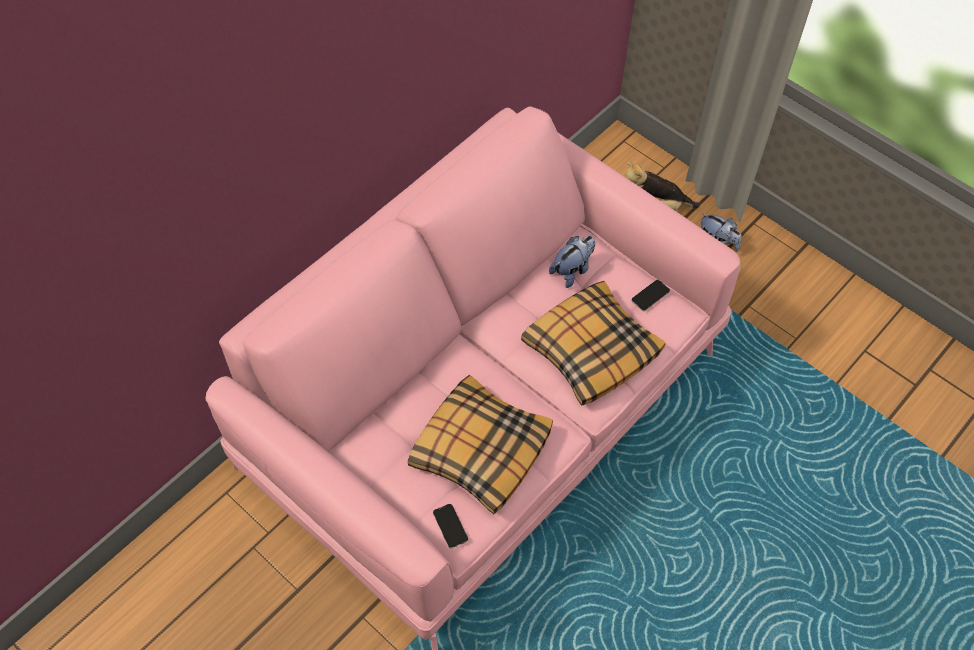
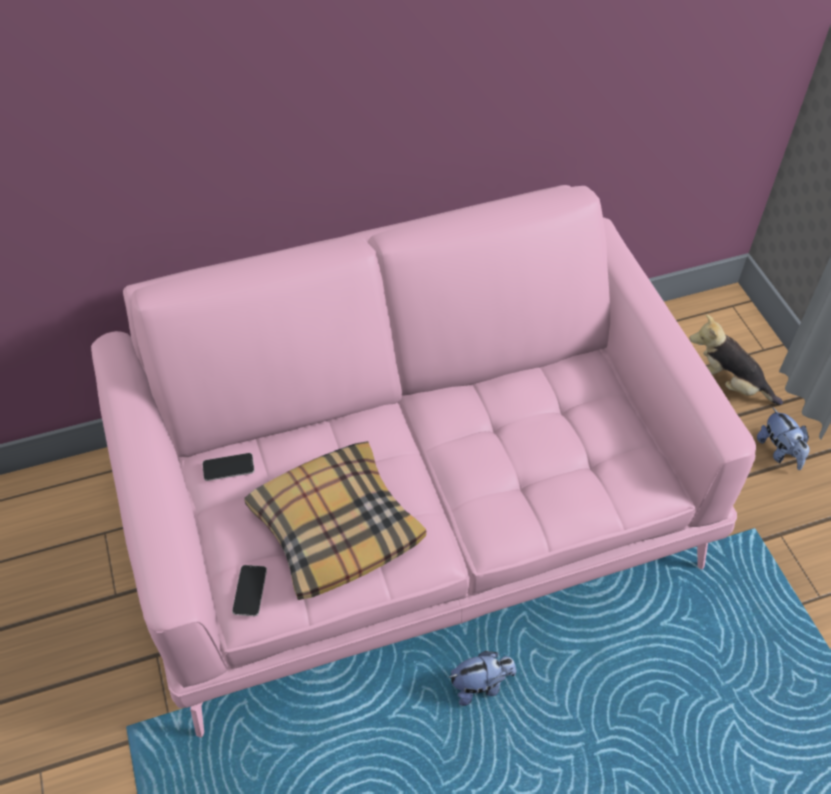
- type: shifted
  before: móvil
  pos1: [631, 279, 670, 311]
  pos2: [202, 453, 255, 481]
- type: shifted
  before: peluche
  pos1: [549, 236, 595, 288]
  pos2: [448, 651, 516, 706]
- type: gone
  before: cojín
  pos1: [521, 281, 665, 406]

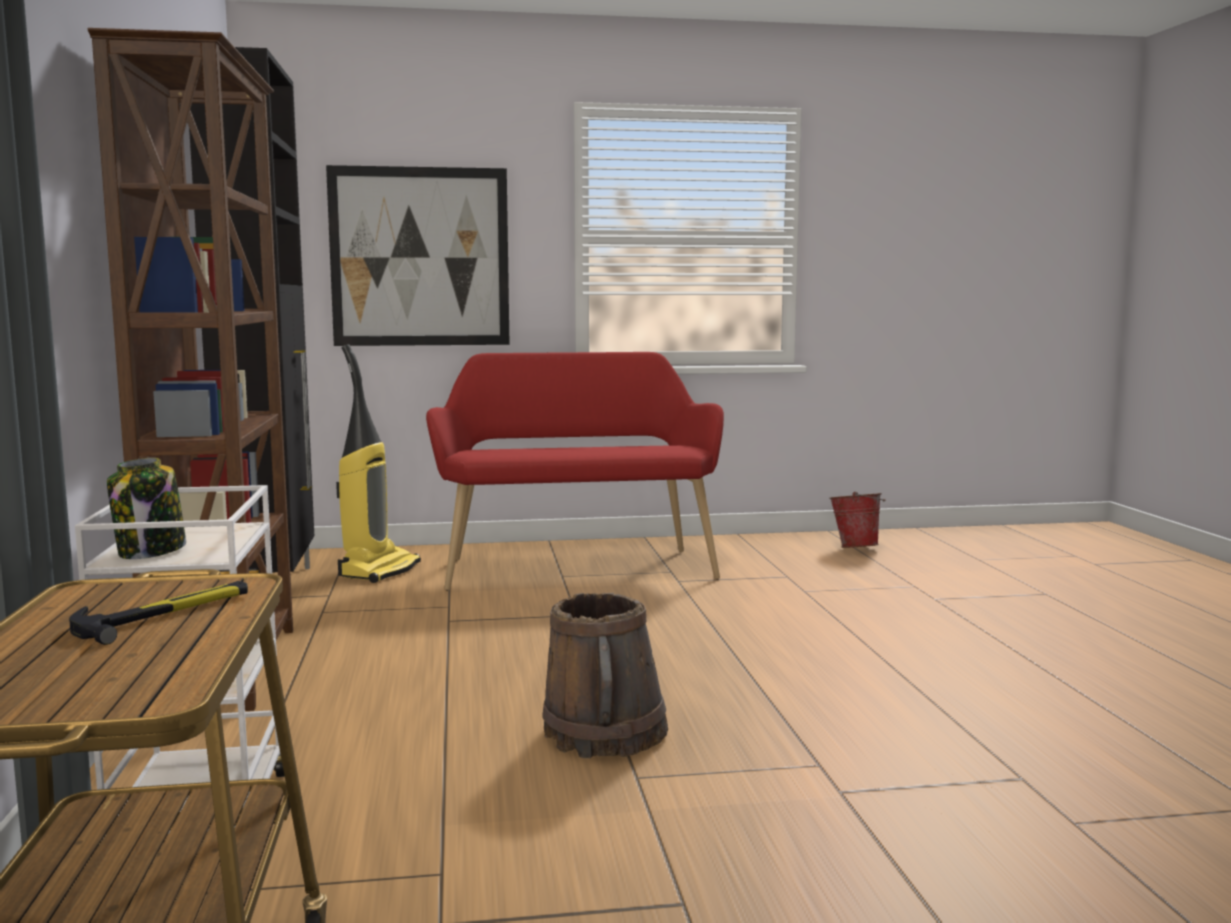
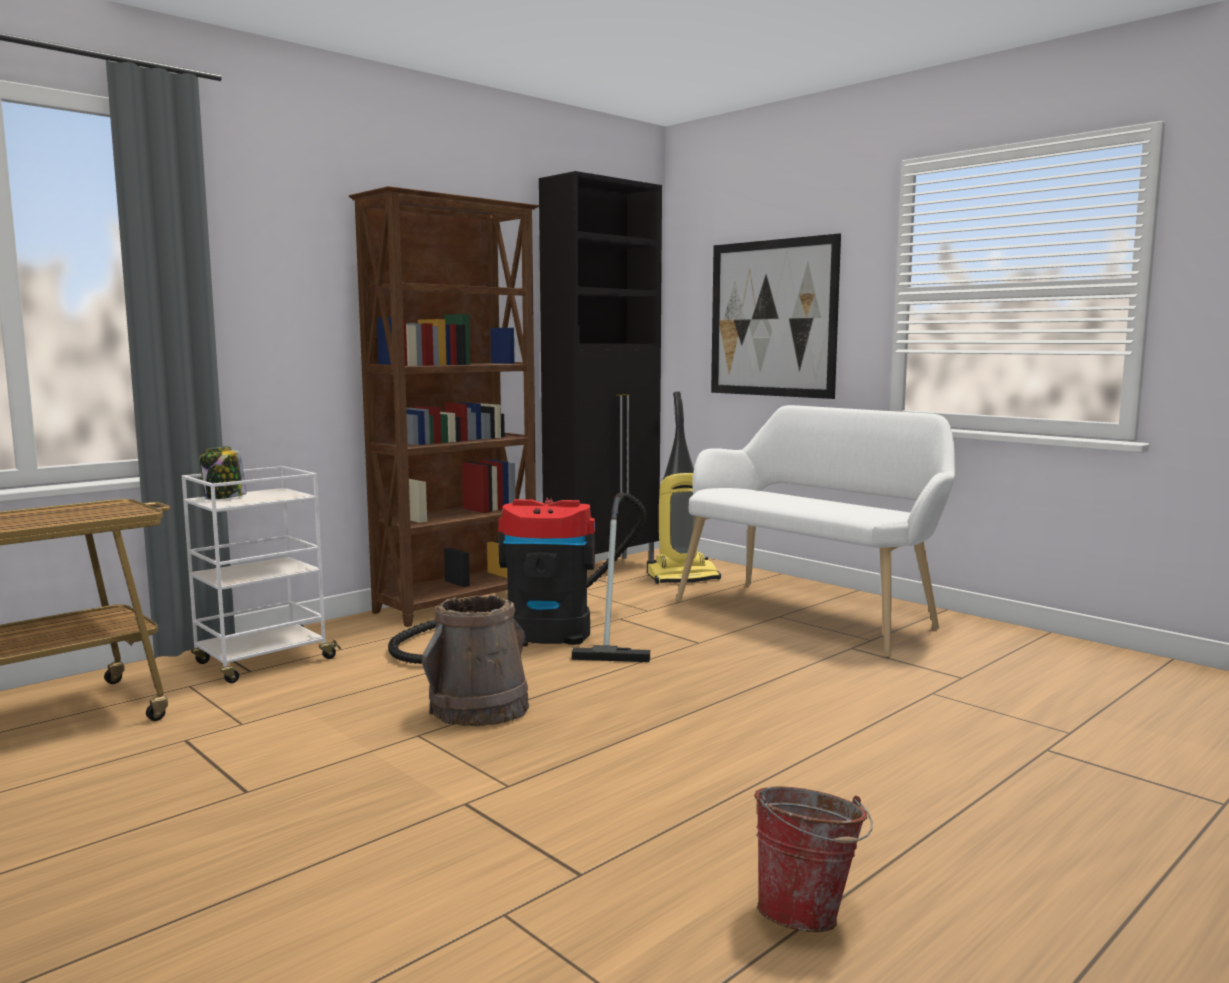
- type: new
  after: aspiradora
  pos2: [388, 493, 650, 664]
- type: repainted
  before: banco [rojo]
  after: banco [blanco]
  pos1: [426, 352, 724, 591]
  pos2: [676, 405, 955, 658]
- type: shifted
  before: cubo
  pos1: [829, 492, 886, 548]
  pos2: [754, 786, 873, 932]
- type: gone
  before: martillo
  pos1: [69, 581, 248, 645]

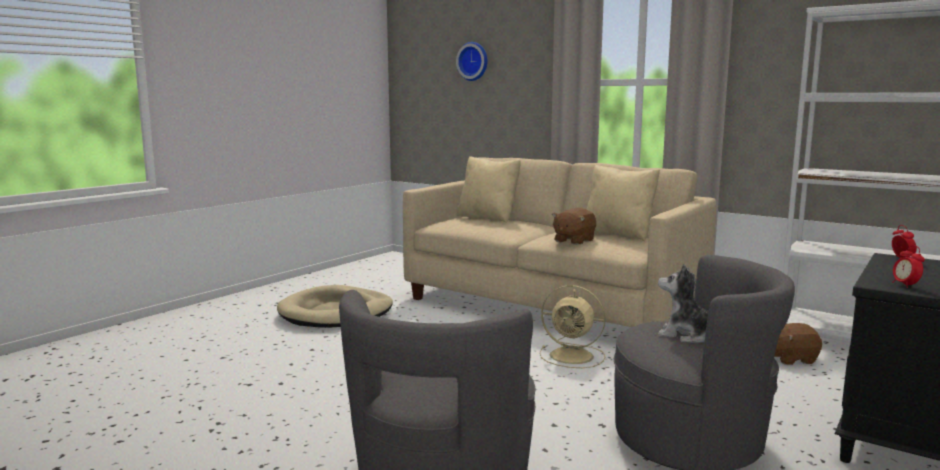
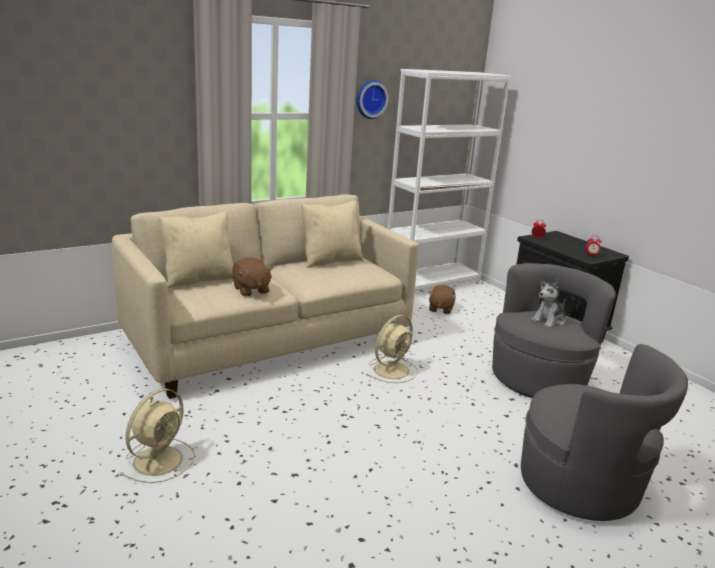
- type: swapped
  before: cama para perro [beis]
  after: ventilador [beis]
  pos1: [277, 285, 393, 328]
  pos2: [119, 388, 195, 483]
- type: shifted
  before: peluche [marrón]
  pos1: [552, 208, 596, 245]
  pos2: [232, 257, 273, 296]
- type: shifted
  before: reloj de pared
  pos1: [456, 42, 488, 81]
  pos2: [357, 80, 389, 119]

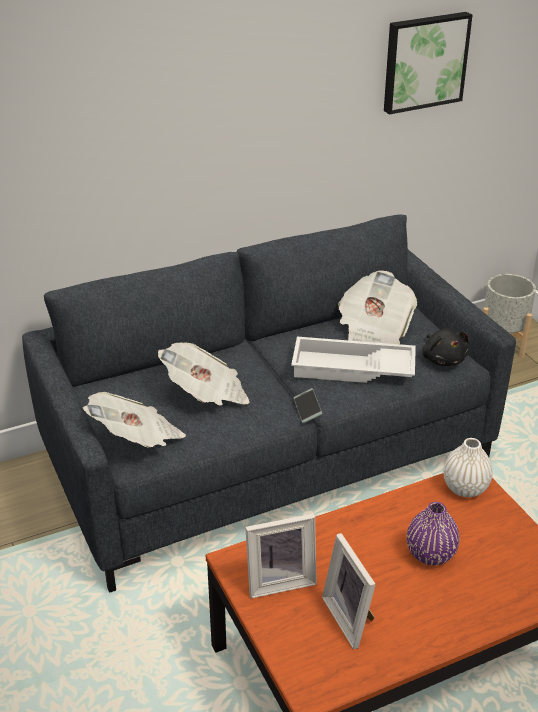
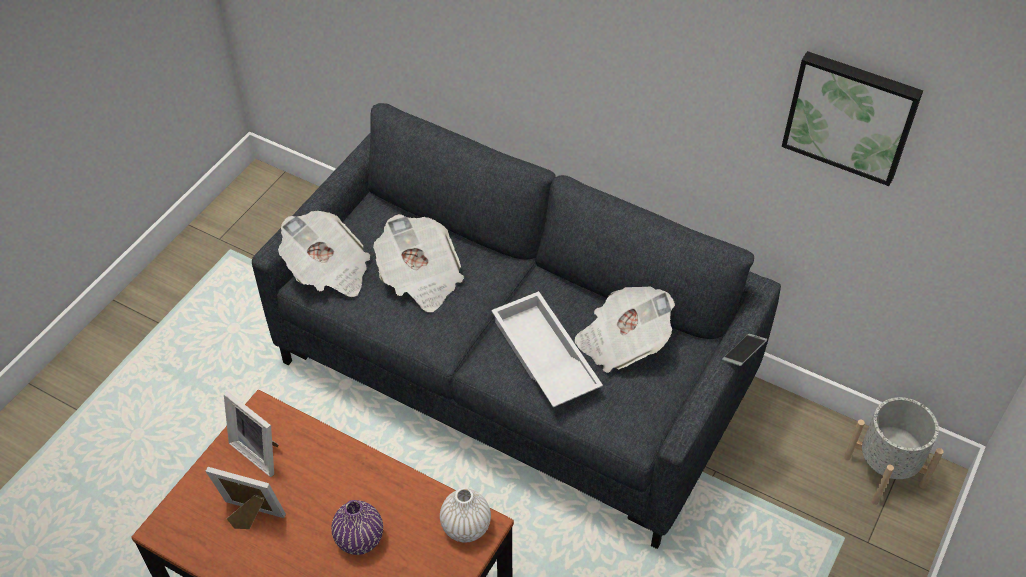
- type: rotated
  before: portarretratos
  pos1: [322, 533, 376, 649]
  pos2: [206, 467, 286, 529]
  turn: 75
- type: shifted
  before: móvil
  pos1: [294, 388, 322, 423]
  pos2: [722, 334, 767, 366]
- type: gone
  before: peluche [negro]
  pos1: [422, 328, 469, 366]

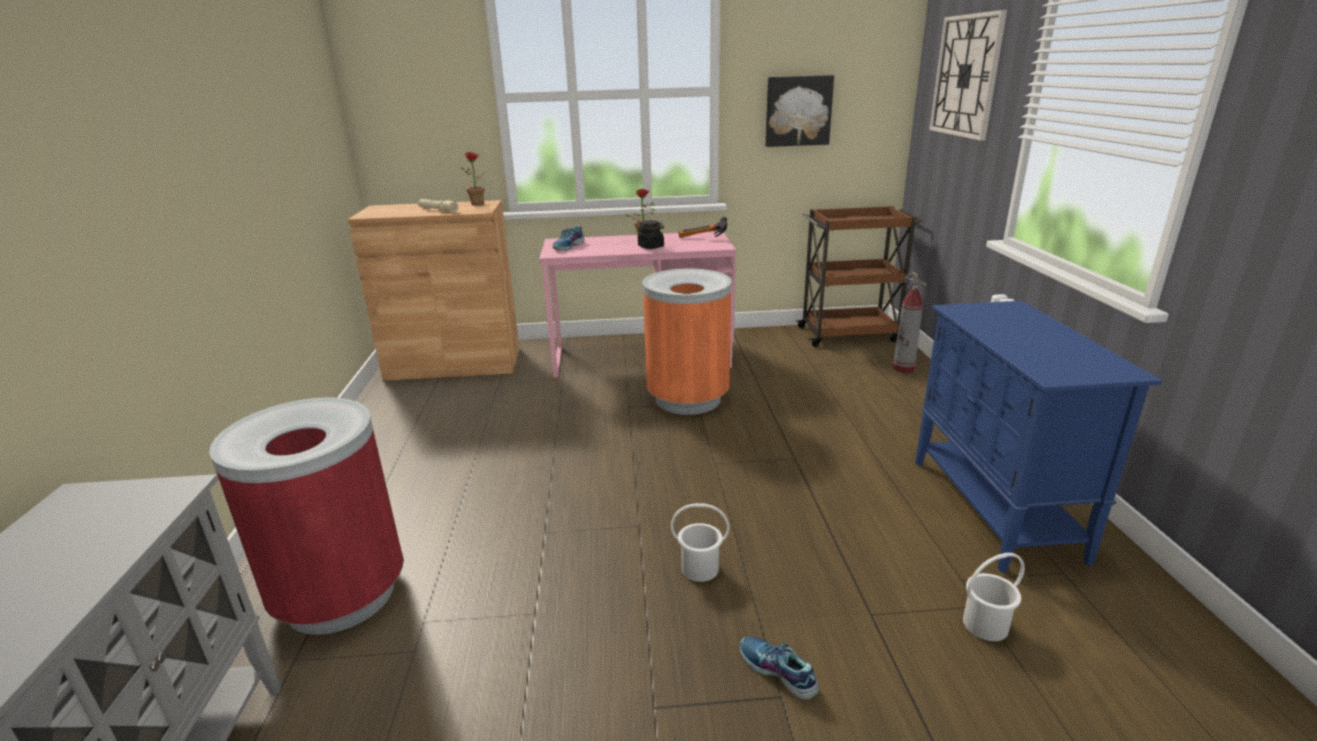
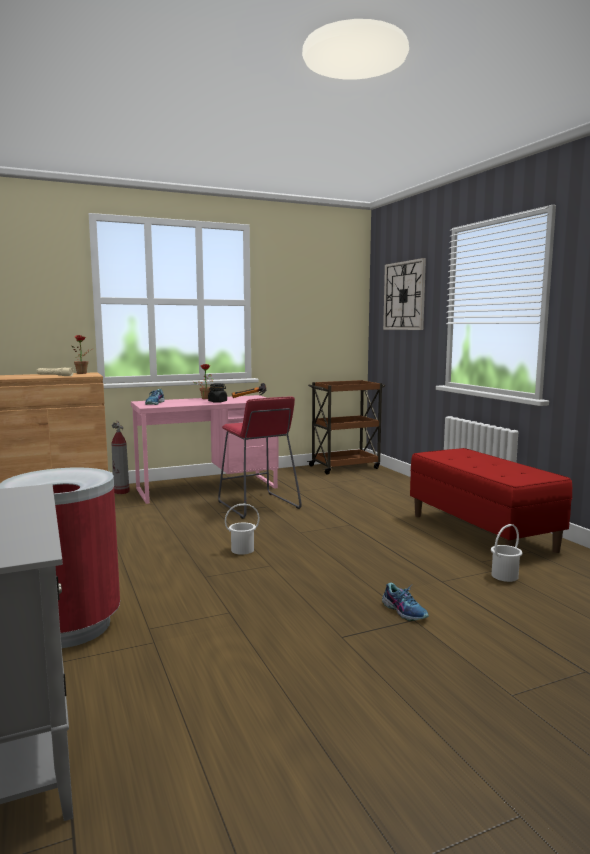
- type: shifted
  before: extintor
  pos1: [893, 271, 926, 373]
  pos2: [112, 420, 130, 494]
- type: swapped
  before: papelera [naranja]
  after: taburete [rojo]
  pos1: [643, 269, 732, 415]
  pos2: [218, 396, 302, 519]
- type: shifted
  before: cubo [blanco]
  pos1: [671, 503, 730, 582]
  pos2: [225, 503, 260, 555]
- type: rotated
  before: zapato
  pos1: [740, 637, 819, 700]
  pos2: [382, 583, 429, 621]
  turn: -150
- type: swapped
  before: armario [azul]
  after: banco [rojo]
  pos1: [915, 301, 1162, 572]
  pos2: [410, 448, 572, 553]
- type: gone
  before: cuadro
  pos1: [765, 75, 834, 147]

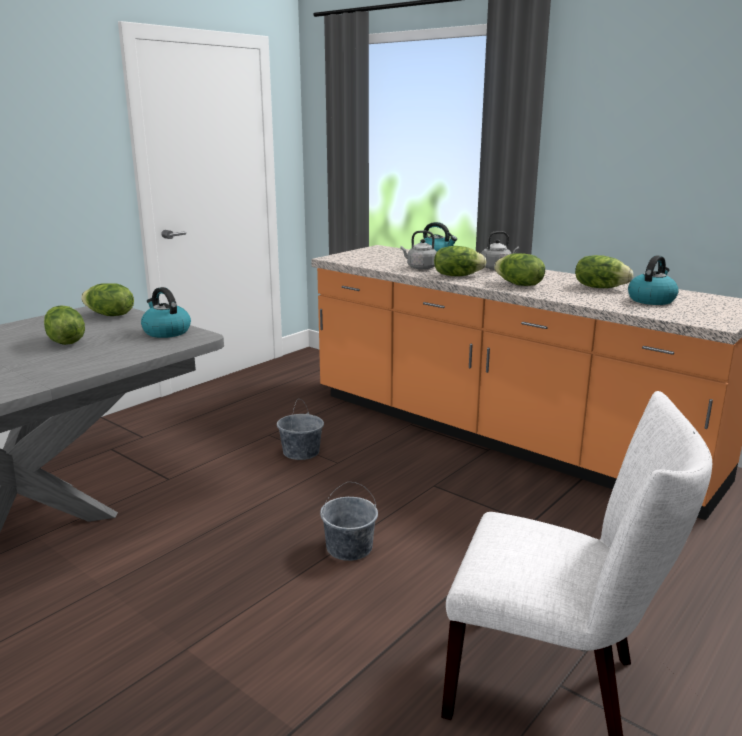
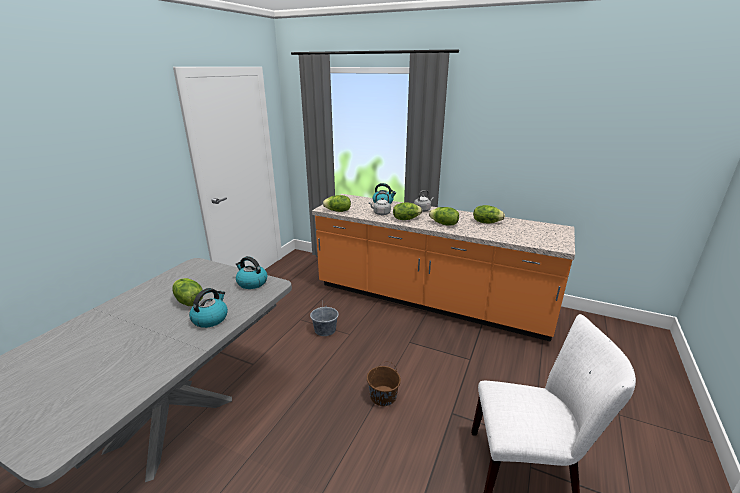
- type: shifted
  before: hervidor
  pos1: [628, 255, 679, 305]
  pos2: [189, 288, 228, 328]
- type: shifted
  before: lechuga
  pos1: [81, 283, 134, 316]
  pos2: [323, 195, 351, 212]
- type: repainted
  before: cubo [gris]
  after: cubo [marrón]
  pos1: [320, 482, 378, 561]
  pos2: [367, 362, 401, 406]

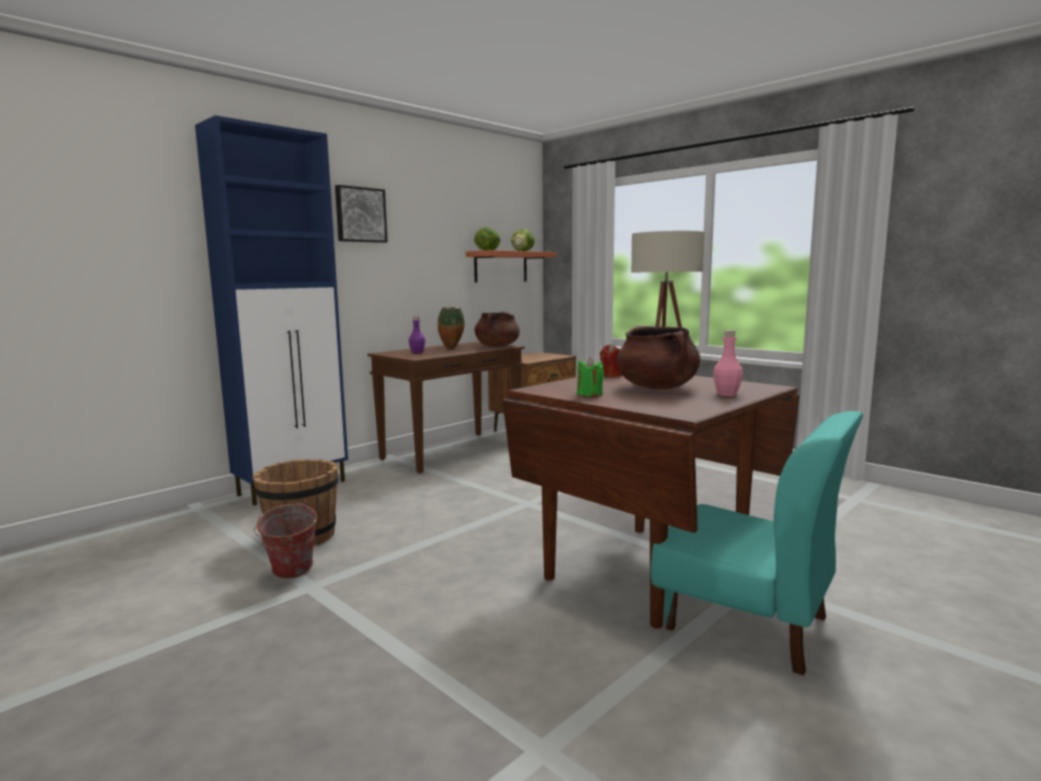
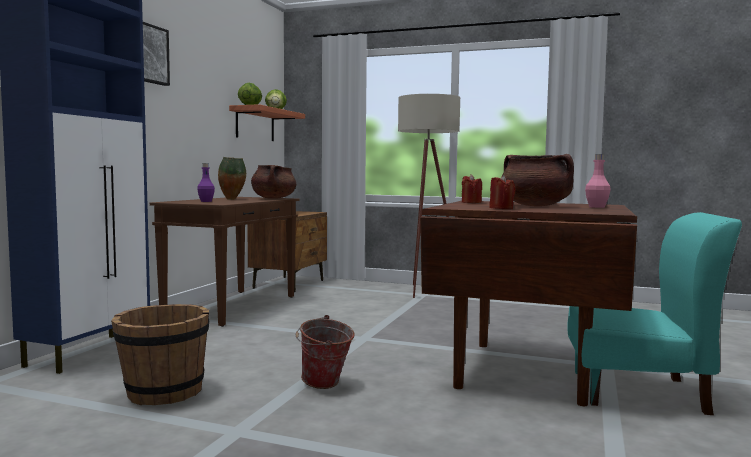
- type: shifted
  before: cubo
  pos1: [254, 501, 317, 579]
  pos2: [296, 315, 355, 389]
- type: repainted
  before: vela [verde]
  after: vela [rojo]
  pos1: [577, 357, 604, 397]
  pos2: [489, 175, 515, 209]

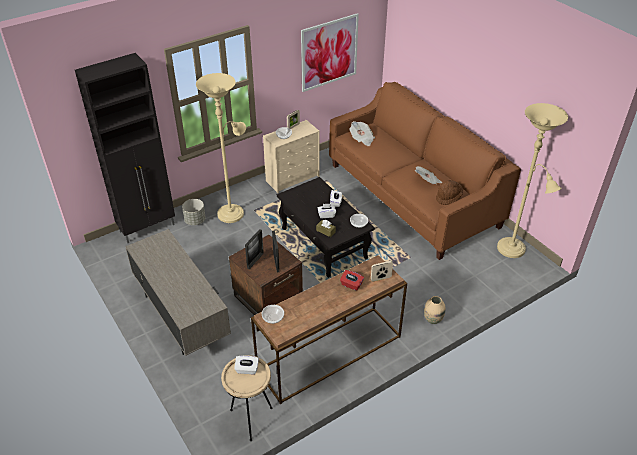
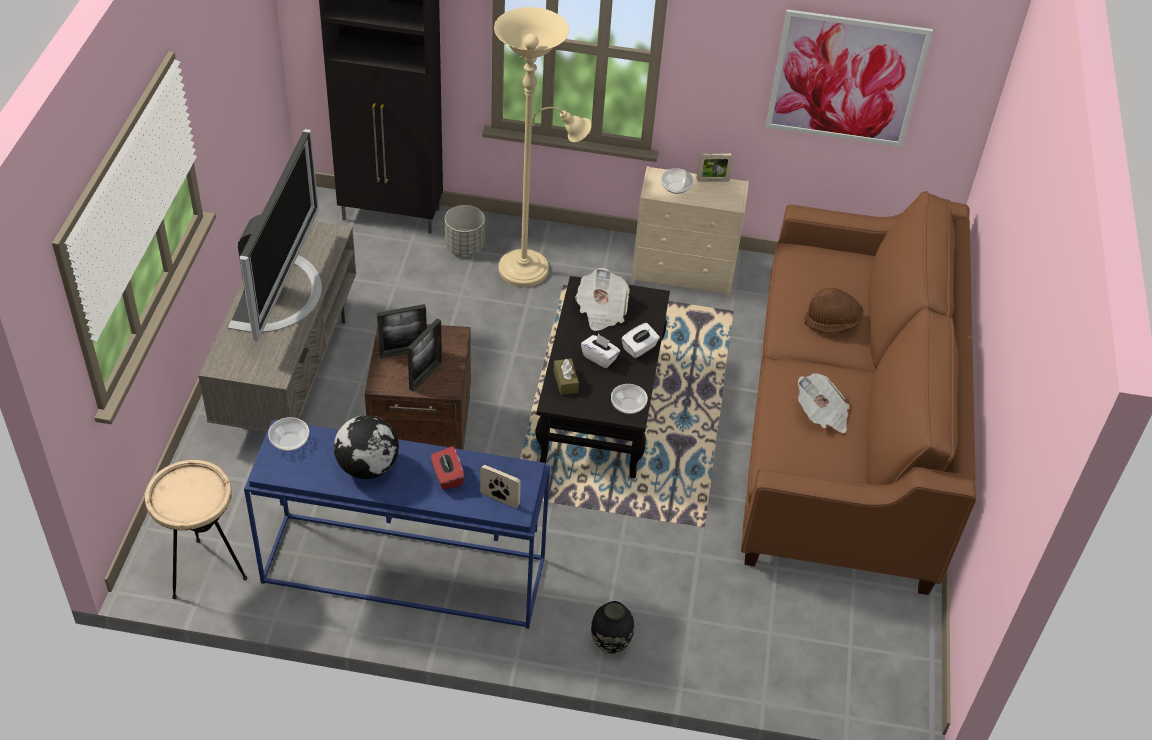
- type: new
  after: televisor
  pos2: [228, 129, 322, 341]
- type: repainted
  before: mesa consola [marrón]
  after: mesa consola [azul]
  pos1: [251, 255, 407, 404]
  pos2: [244, 419, 550, 629]
- type: new
  after: globo terráqueo
  pos2: [334, 415, 399, 479]
- type: shifted
  before: periódico
  pos1: [349, 121, 375, 146]
  pos2: [575, 268, 630, 331]
- type: repainted
  before: florero [beis]
  after: florero [negro]
  pos1: [424, 296, 446, 324]
  pos2: [591, 601, 634, 654]
- type: shifted
  before: sombrero [marrón]
  pos1: [436, 180, 463, 205]
  pos2: [804, 288, 864, 334]
- type: gone
  before: caja de pañuelos [blanco]
  pos1: [234, 356, 259, 374]
- type: gone
  before: lámpara de pie [beis]
  pos1: [497, 103, 568, 258]

